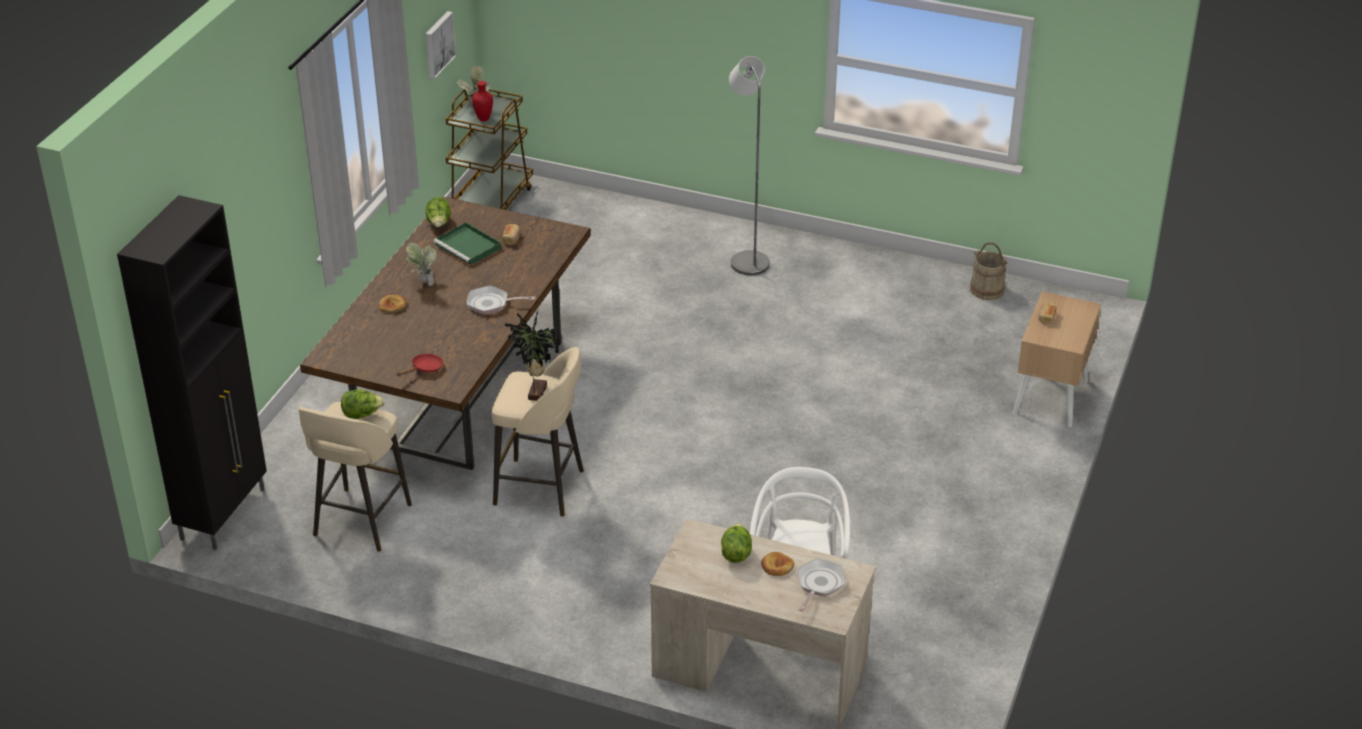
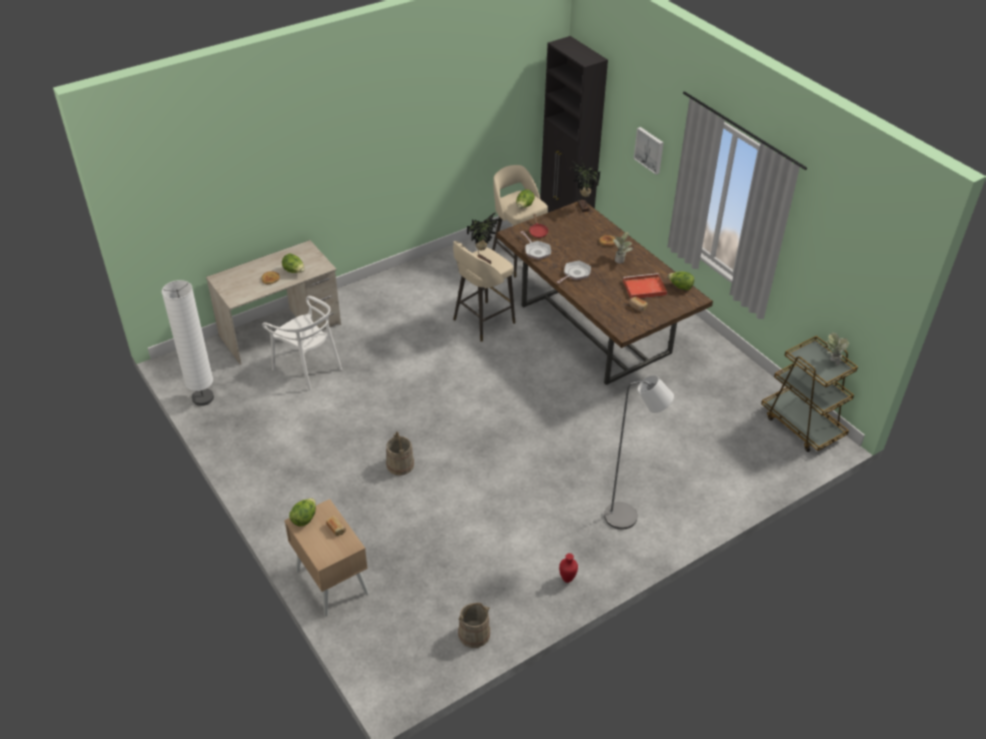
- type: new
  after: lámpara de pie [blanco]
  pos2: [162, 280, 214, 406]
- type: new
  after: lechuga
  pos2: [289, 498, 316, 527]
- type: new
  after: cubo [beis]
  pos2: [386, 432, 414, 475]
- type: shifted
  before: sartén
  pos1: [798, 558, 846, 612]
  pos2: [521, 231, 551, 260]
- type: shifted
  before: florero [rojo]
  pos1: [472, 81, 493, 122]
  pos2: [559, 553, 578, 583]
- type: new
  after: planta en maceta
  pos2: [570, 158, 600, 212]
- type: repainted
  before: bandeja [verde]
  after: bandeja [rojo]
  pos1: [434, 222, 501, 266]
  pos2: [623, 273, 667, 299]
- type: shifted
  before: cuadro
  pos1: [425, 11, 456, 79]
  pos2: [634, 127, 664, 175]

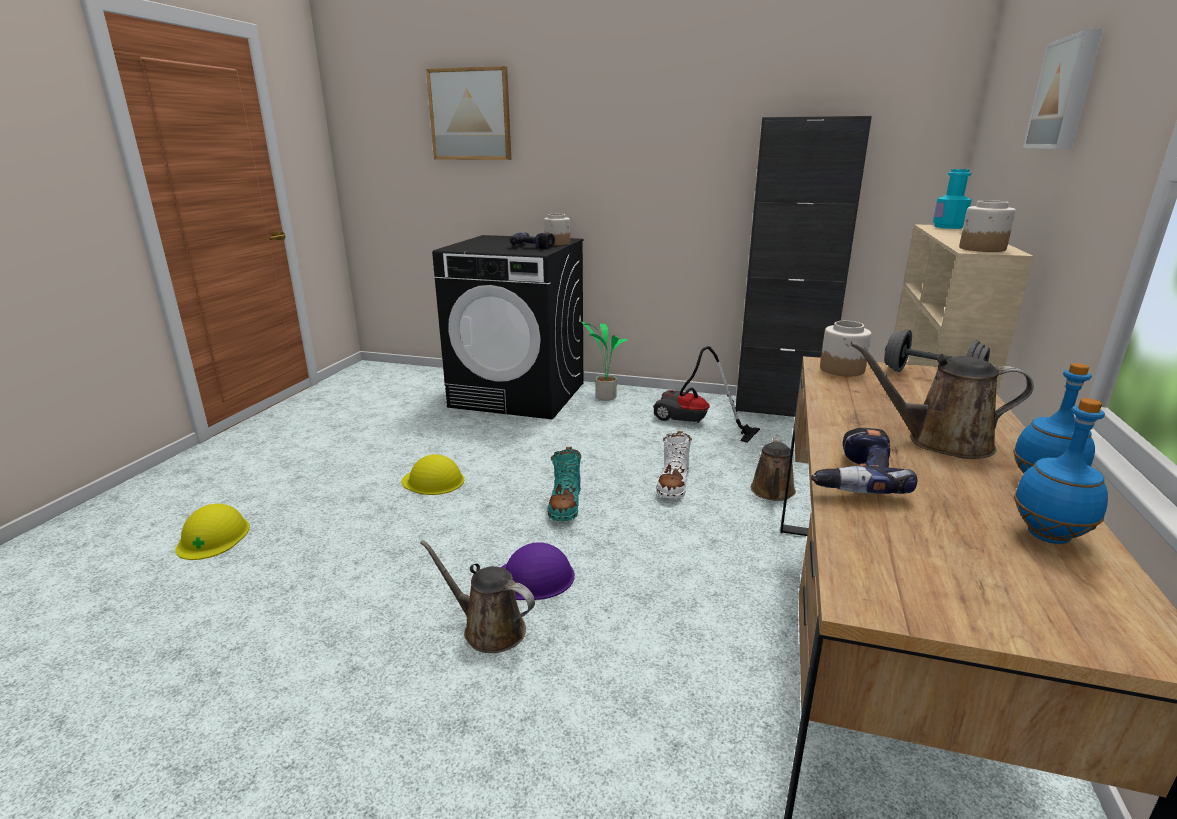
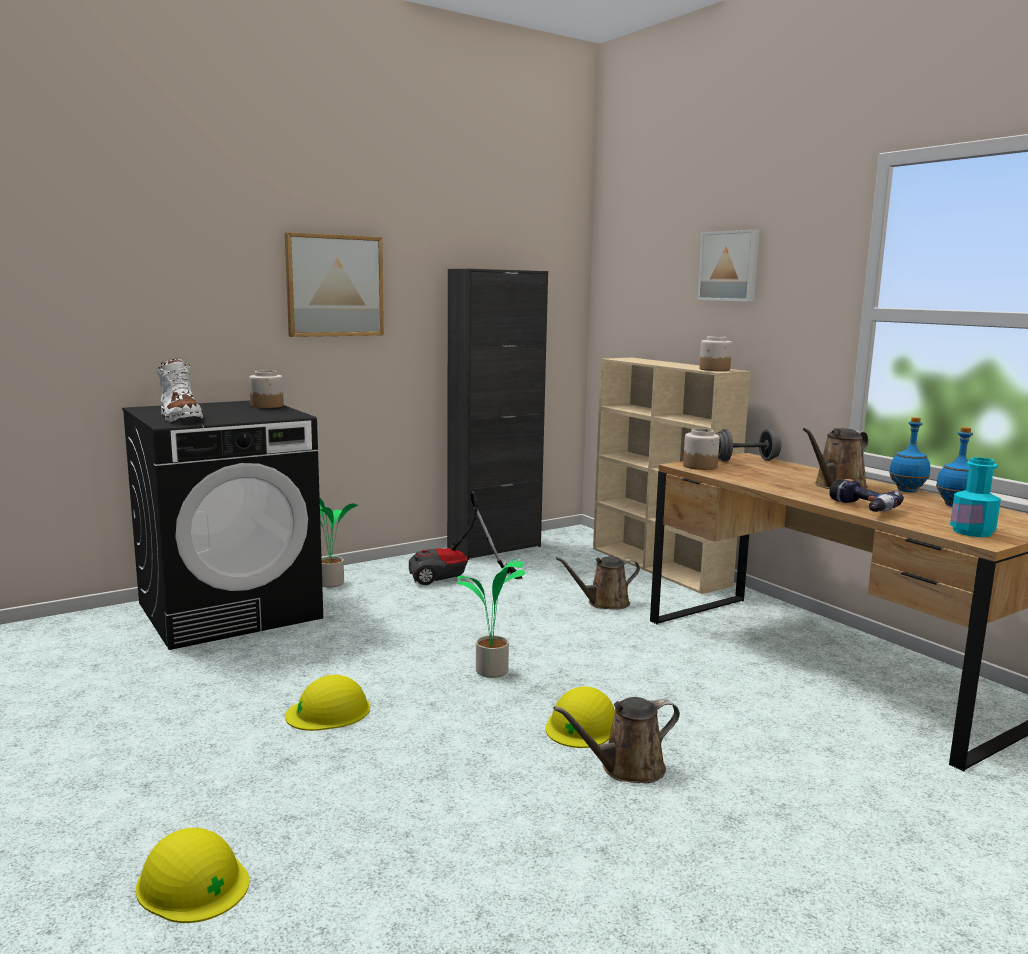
- type: shifted
  before: bota [blanco]
  pos1: [656, 431, 692, 499]
  pos2: [157, 359, 203, 422]
- type: shifted
  before: cuadro
  pos1: [426, 66, 511, 160]
  pos2: [285, 232, 384, 337]
- type: swapped
  before: bota [turquesa]
  after: planta en maceta
  pos1: [548, 447, 581, 521]
  pos2: [456, 557, 525, 678]
- type: repainted
  before: casco [morado]
  after: casco [amarillo]
  pos1: [501, 542, 575, 600]
  pos2: [545, 686, 615, 748]
- type: rotated
  before: regadera [marrón]
  pos1: [750, 438, 796, 501]
  pos2: [556, 556, 640, 610]
  turn: 105
- type: shifted
  before: botella [turquesa]
  pos1: [933, 169, 972, 229]
  pos2: [950, 457, 1001, 537]
- type: gone
  before: taladro
  pos1: [509, 232, 555, 249]

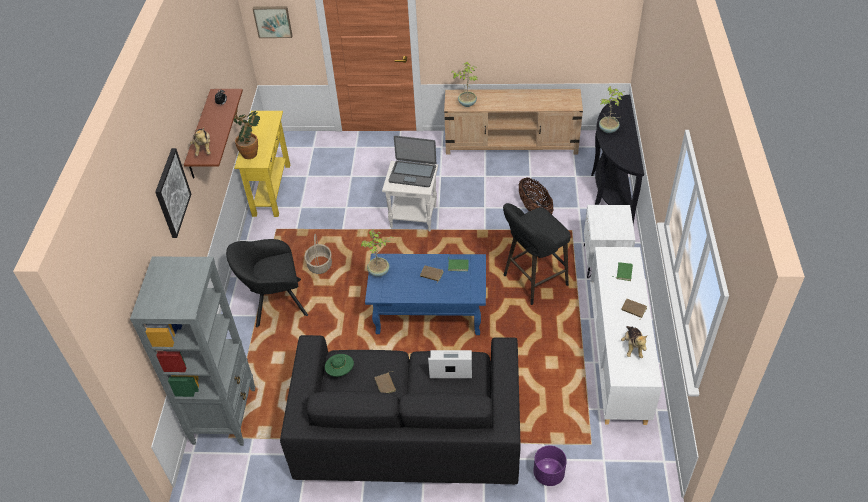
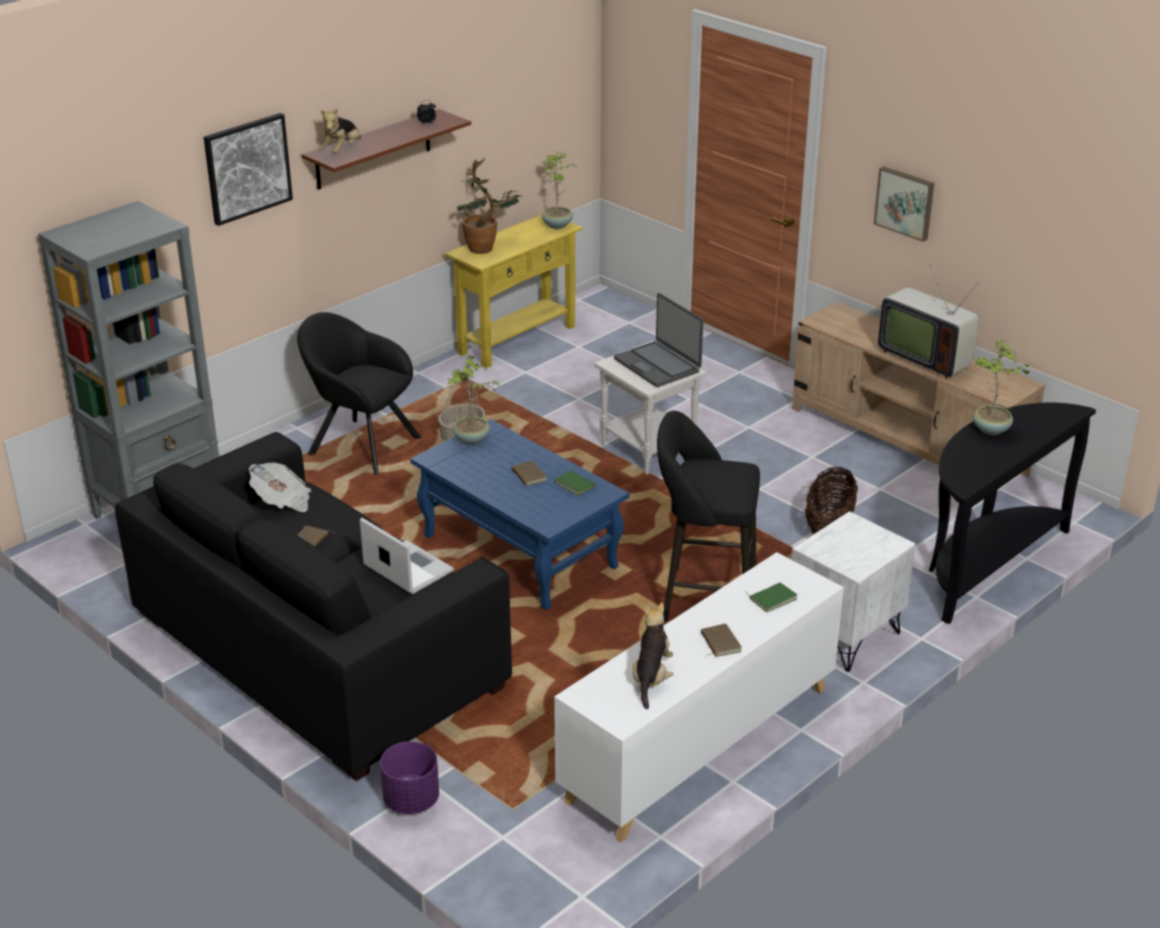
- type: swapped
  before: sombrero [verde]
  after: periódico
  pos1: [325, 354, 354, 377]
  pos2: [249, 462, 311, 512]
- type: shifted
  before: planta en maceta
  pos1: [451, 62, 478, 107]
  pos2: [542, 152, 578, 229]
- type: rotated
  before: peluche
  pos1: [621, 326, 648, 358]
  pos2: [633, 602, 673, 709]
  turn: 150
- type: shifted
  before: cuadro
  pos1: [253, 6, 293, 38]
  pos2: [874, 166, 934, 242]
- type: new
  after: televisor
  pos2: [878, 265, 979, 379]

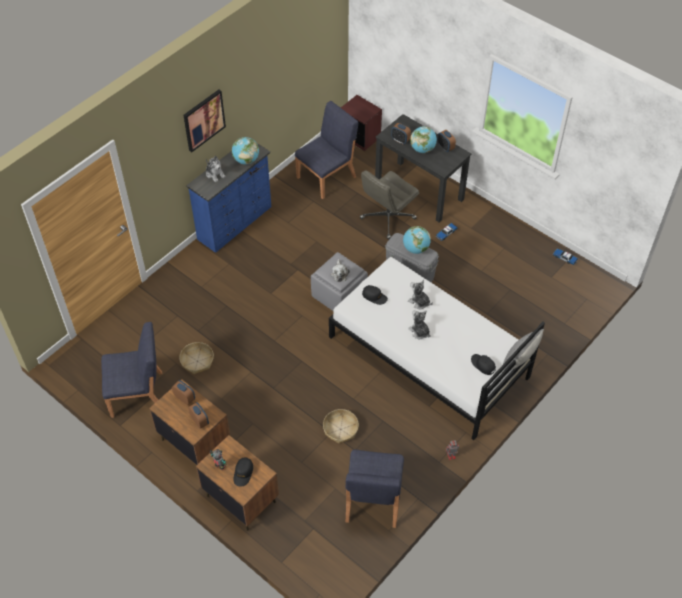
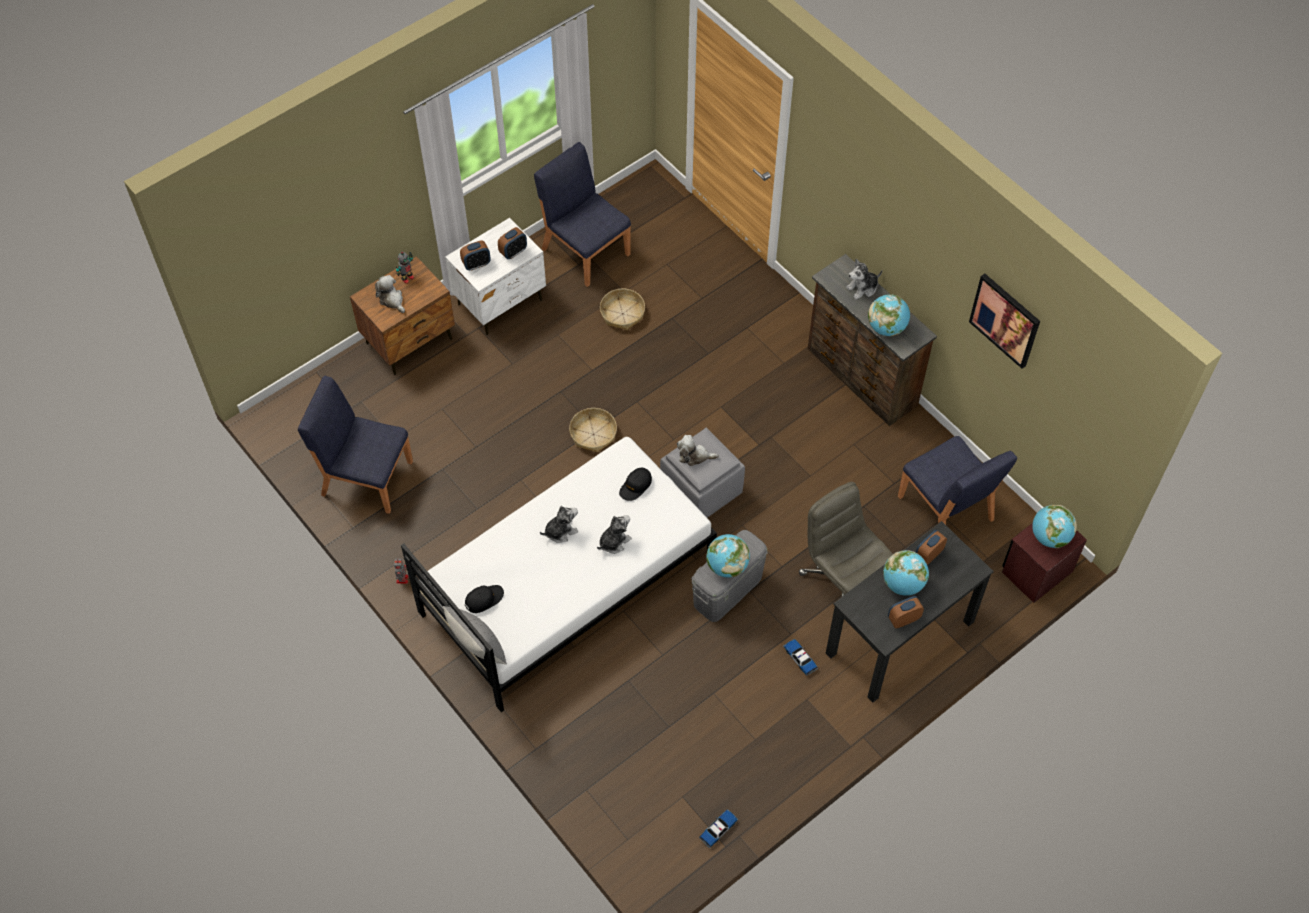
- type: swapped
  before: gorra [negro]
  after: peluche
  pos1: [233, 457, 253, 487]
  pos2: [375, 275, 405, 313]
- type: repainted
  before: mesita de noche [marrón]
  after: mesita de noche [blanco]
  pos1: [149, 380, 230, 465]
  pos2: [445, 218, 546, 335]
- type: rotated
  before: silla [azul]
  pos1: [101, 322, 162, 418]
  pos2: [534, 142, 631, 287]
  turn: 135
- type: shifted
  before: cesta
  pos1: [323, 409, 359, 444]
  pos2: [569, 408, 617, 452]
- type: repainted
  before: cómoda [azul]
  after: cómoda [marrón]
  pos1: [186, 143, 271, 253]
  pos2: [808, 254, 937, 426]
- type: shifted
  before: cuadro
  pos1: [183, 90, 226, 152]
  pos2: [969, 274, 1040, 369]
- type: new
  after: globo terráqueo
  pos2: [1032, 505, 1077, 548]

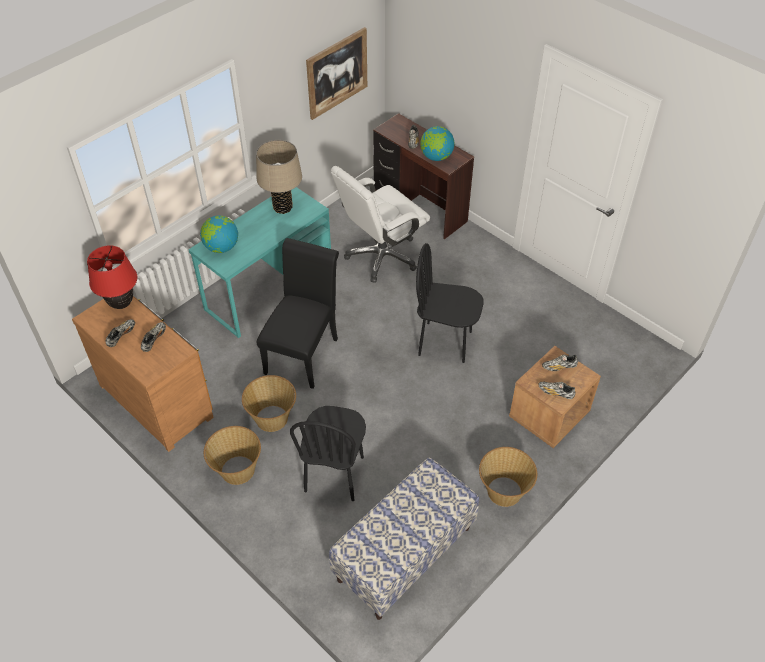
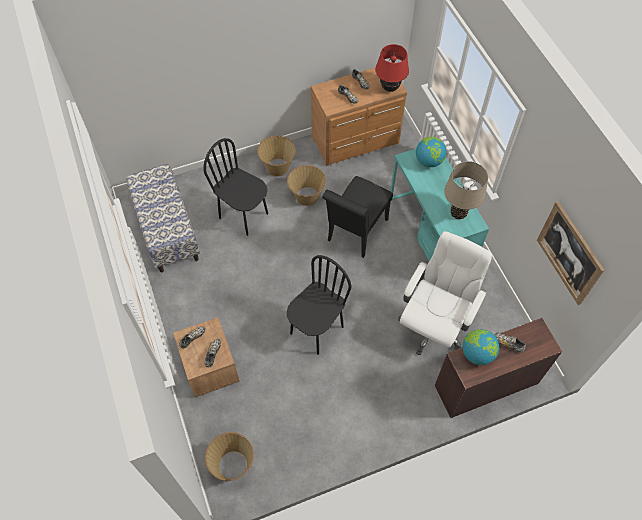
- type: shifted
  before: cesta
  pos1: [479, 447, 537, 507]
  pos2: [205, 432, 254, 481]
- type: rotated
  before: silla [negro]
  pos1: [257, 238, 339, 389]
  pos2: [322, 176, 393, 258]
  turn: 75
- type: rotated
  before: silla de oficina [blanco]
  pos1: [331, 166, 430, 283]
  pos2: [398, 231, 492, 356]
  turn: 45

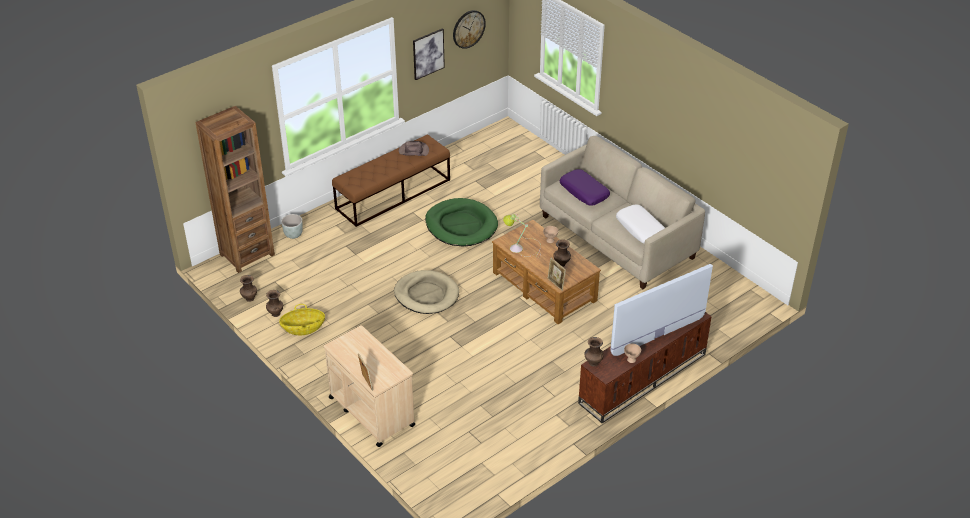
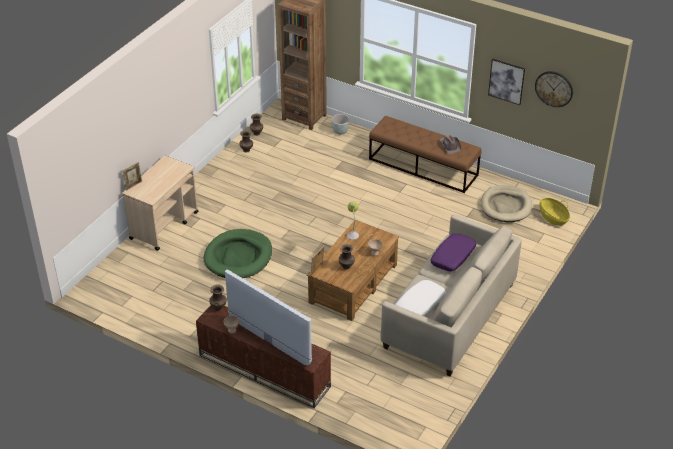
- type: shifted
  before: cama para perro [verde]
  pos1: [425, 198, 498, 246]
  pos2: [203, 229, 272, 278]
- type: shifted
  before: cama para perro [beis]
  pos1: [394, 270, 459, 314]
  pos2: [481, 185, 532, 223]
- type: shifted
  before: cesta
  pos1: [279, 304, 325, 335]
  pos2: [540, 198, 570, 225]

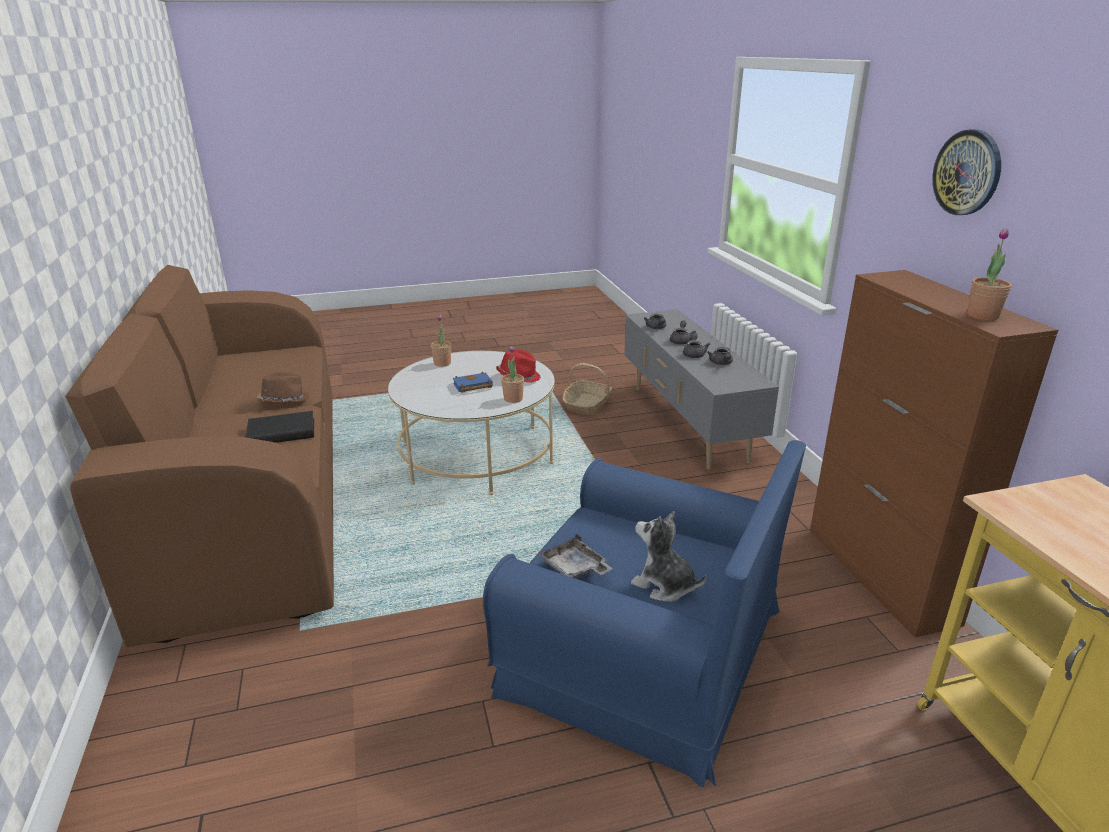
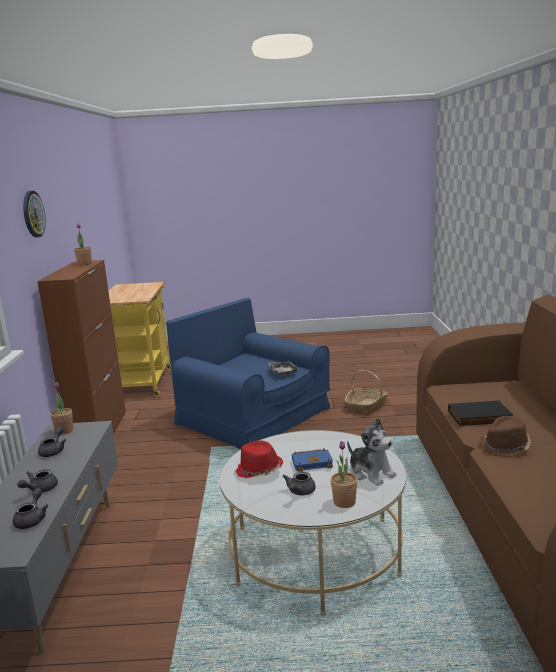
- type: shifted
  before: planta en maceta
  pos1: [501, 346, 524, 403]
  pos2: [50, 382, 73, 435]
- type: shifted
  before: tetera [gris]
  pos1: [683, 332, 710, 358]
  pos2: [282, 471, 316, 495]
- type: shifted
  before: cesta
  pos1: [563, 363, 612, 415]
  pos2: [345, 370, 388, 414]
- type: shifted
  before: peluche
  pos1: [631, 511, 707, 602]
  pos2: [347, 418, 396, 486]

